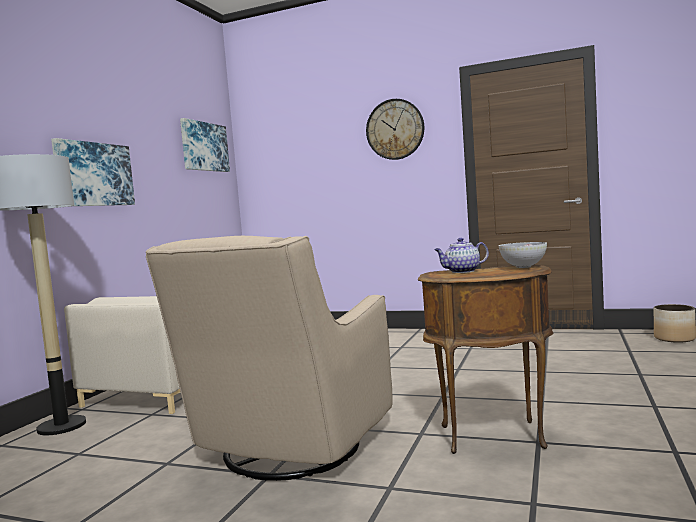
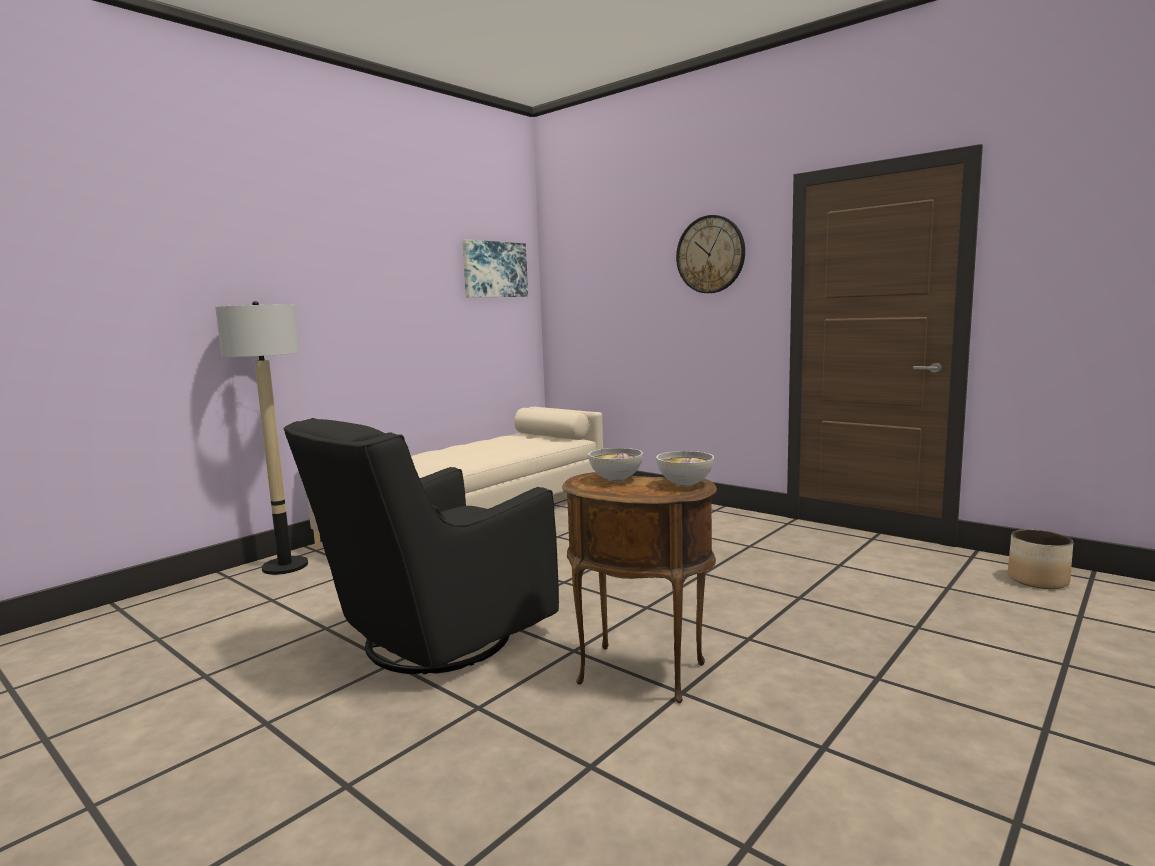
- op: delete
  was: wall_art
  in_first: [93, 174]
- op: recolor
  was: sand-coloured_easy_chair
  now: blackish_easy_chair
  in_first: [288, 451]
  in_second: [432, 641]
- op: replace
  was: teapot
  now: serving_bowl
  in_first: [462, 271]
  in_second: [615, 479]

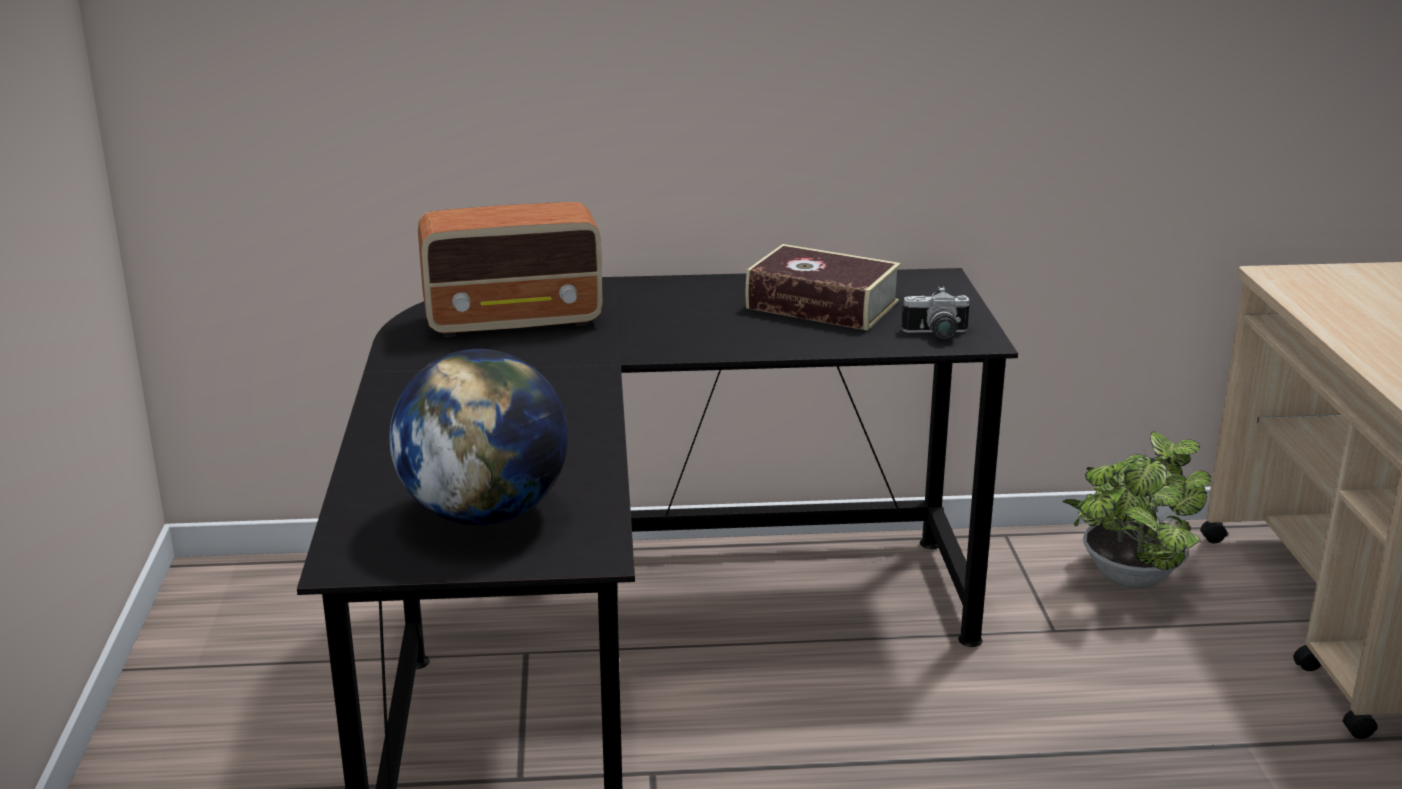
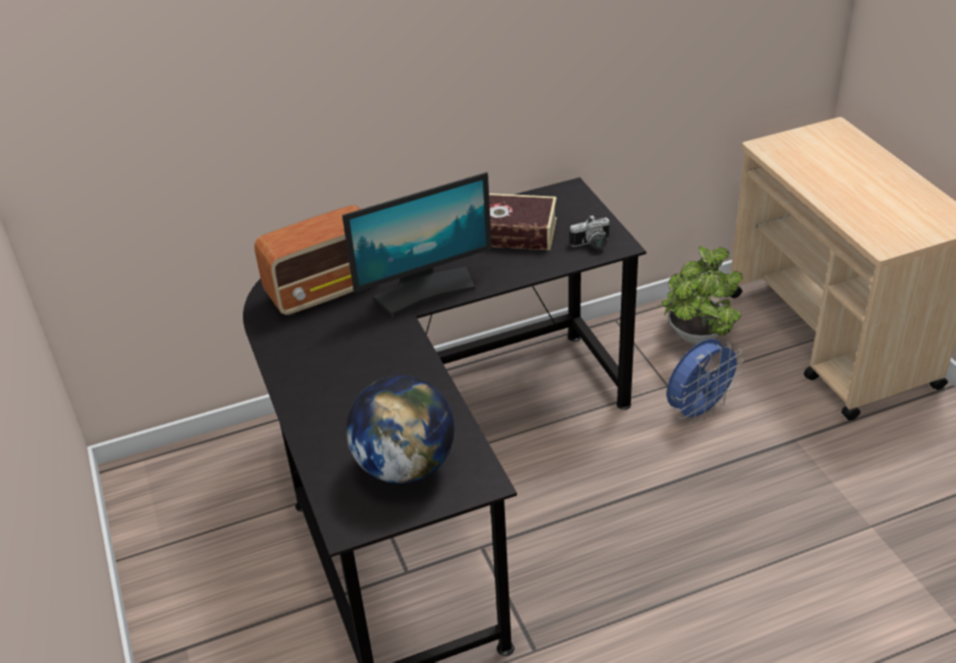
- op: insert
  now: monitor
  in_second: [425, 291]
- op: insert
  now: blue_electric_fan
  in_second: [698, 411]

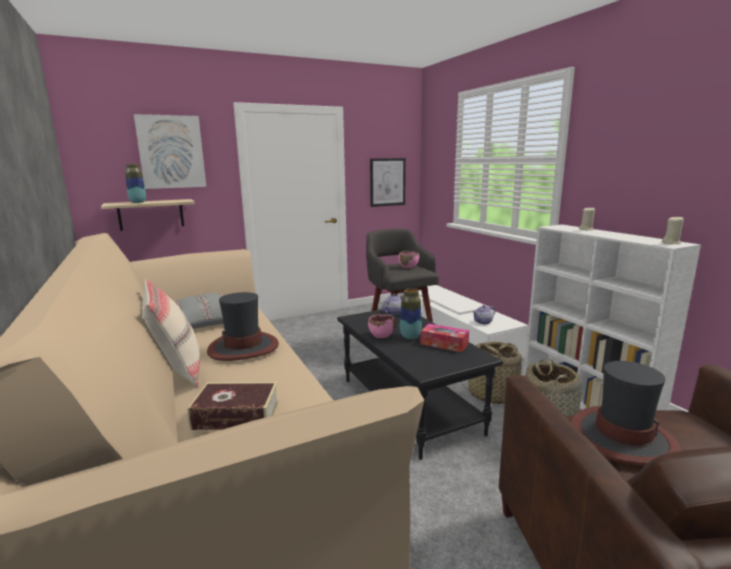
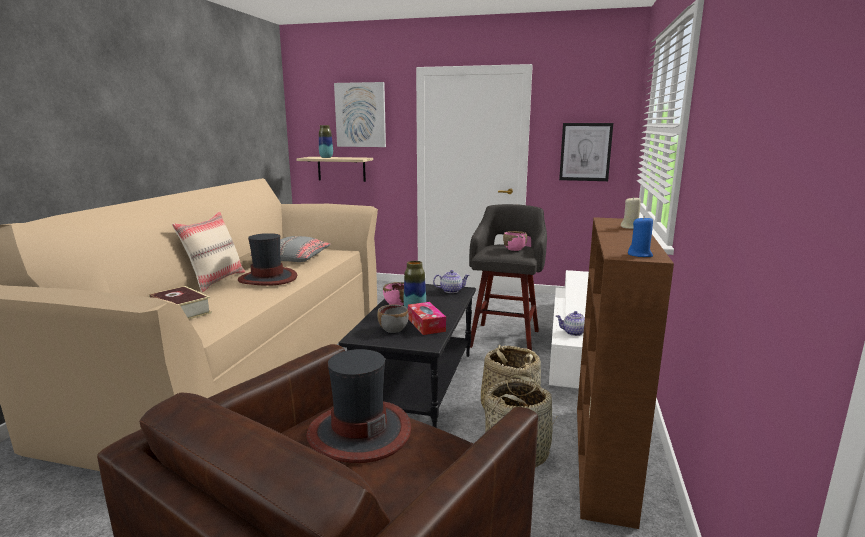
- op: recolor
  was: white-coloured_bookshelf
  now: brownish_bookshelf
  in_first: [587, 401]
  in_second: [603, 460]
- op: recolor
  was: sand-coloured_wax_candle
  now: blue_wax_candle
  in_first: [671, 243]
  in_second: [640, 255]
- op: insert
  now: greyish_serving_bowl
  in_second: [393, 329]

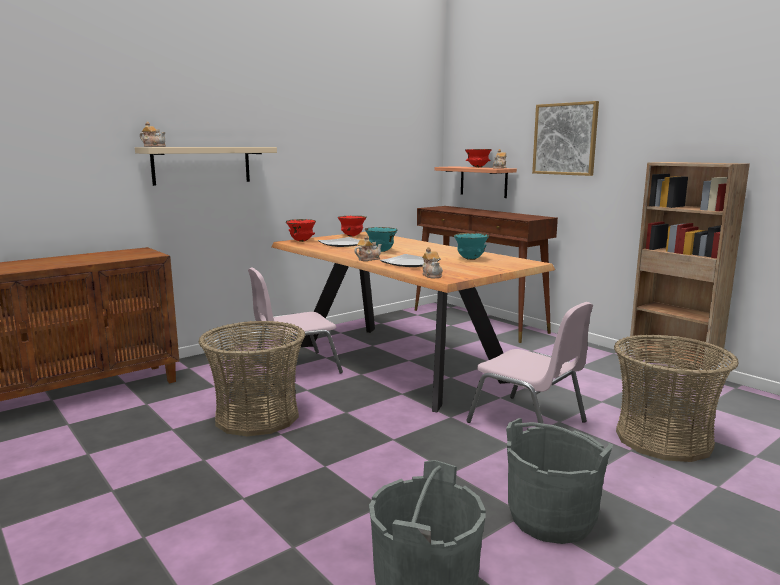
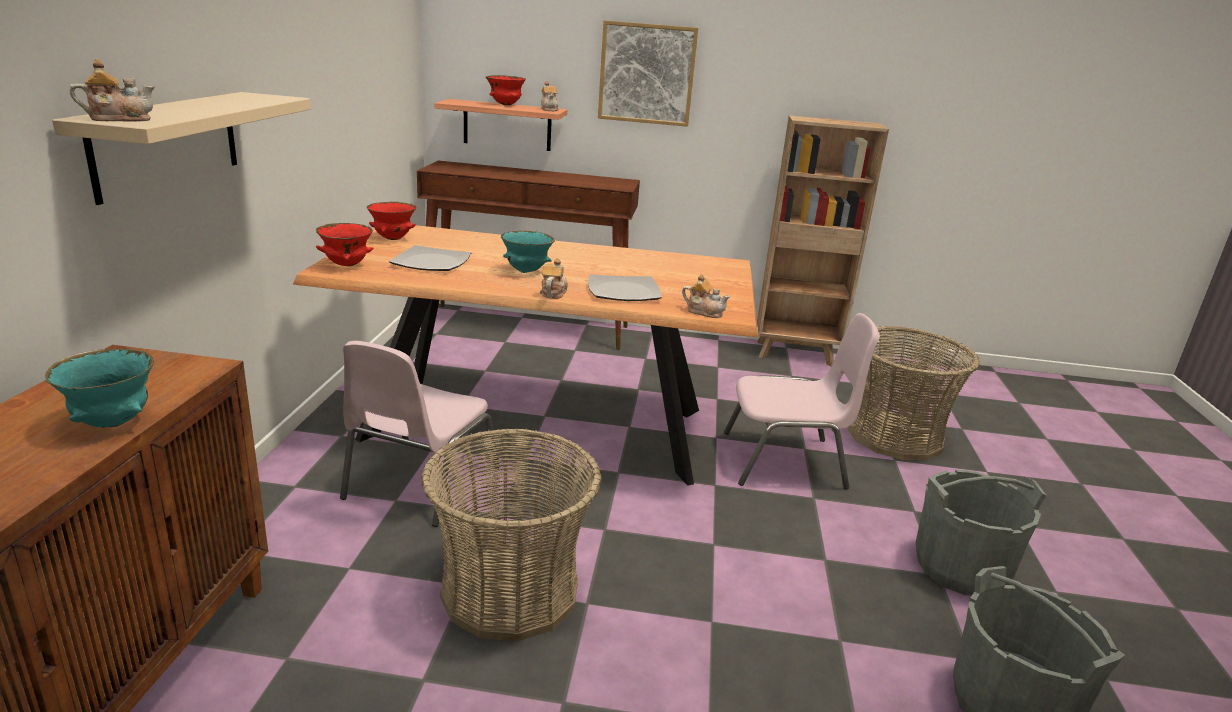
- op: move
  was: turquoise_serving_bowl
  in_first: [470, 259]
  in_second: [113, 422]

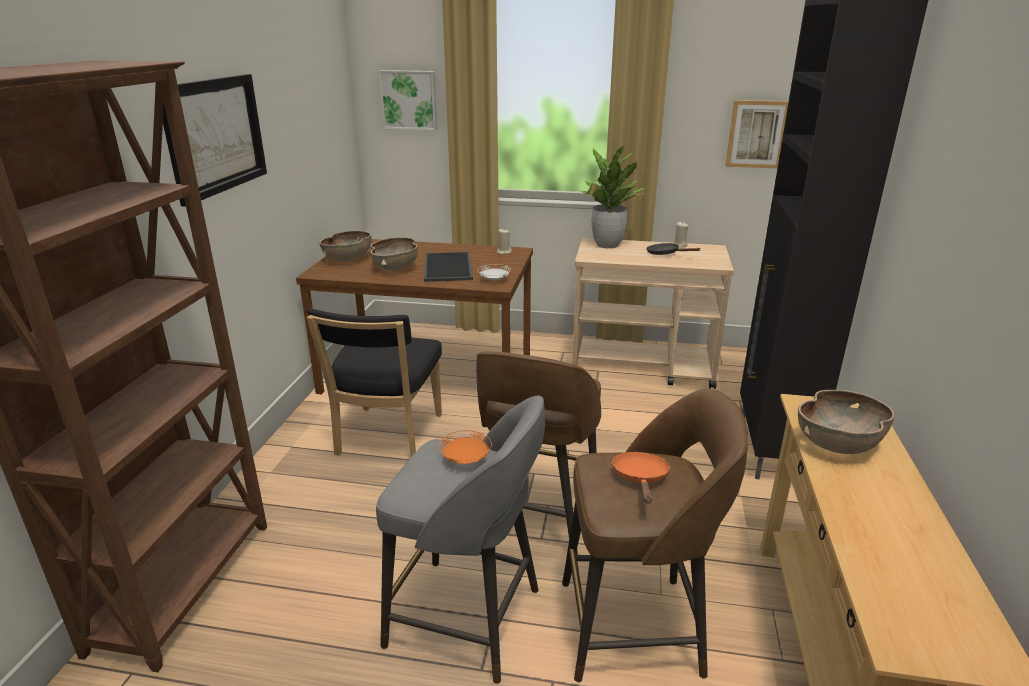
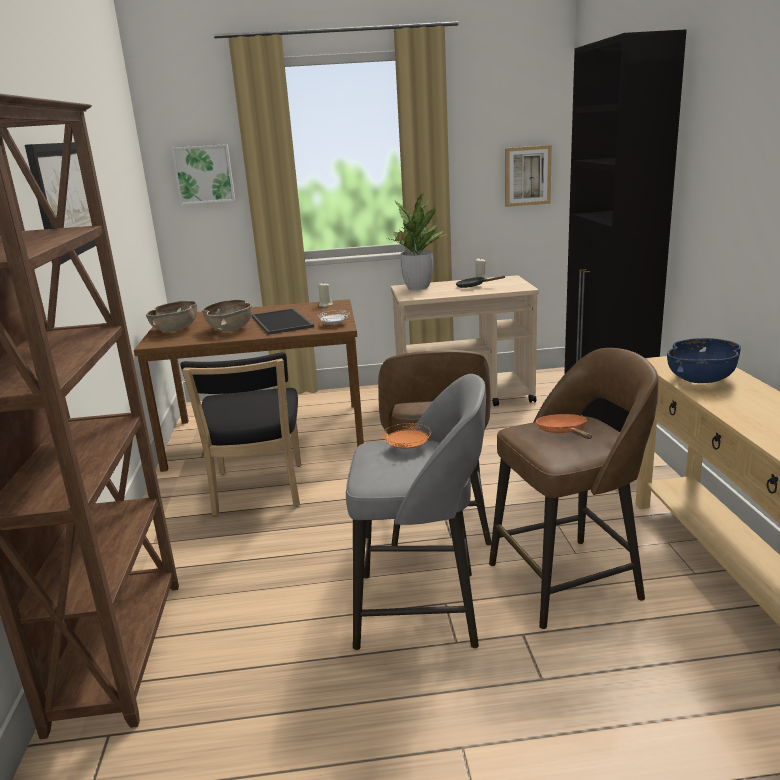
- op: recolor
  was: brownish_serving_bowl
  now: blue_serving_bowl
  in_first: [838, 444]
  in_second: [701, 379]

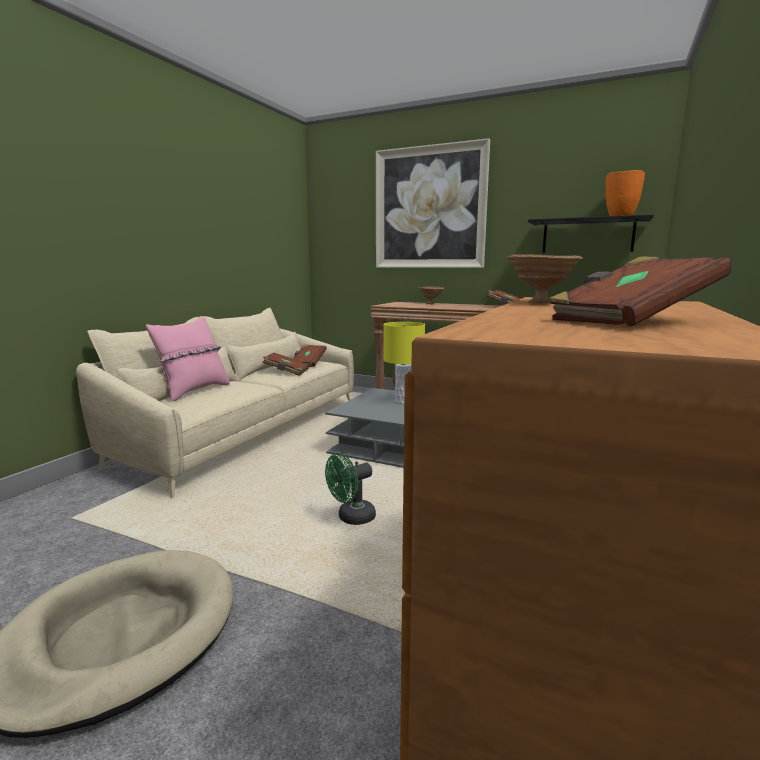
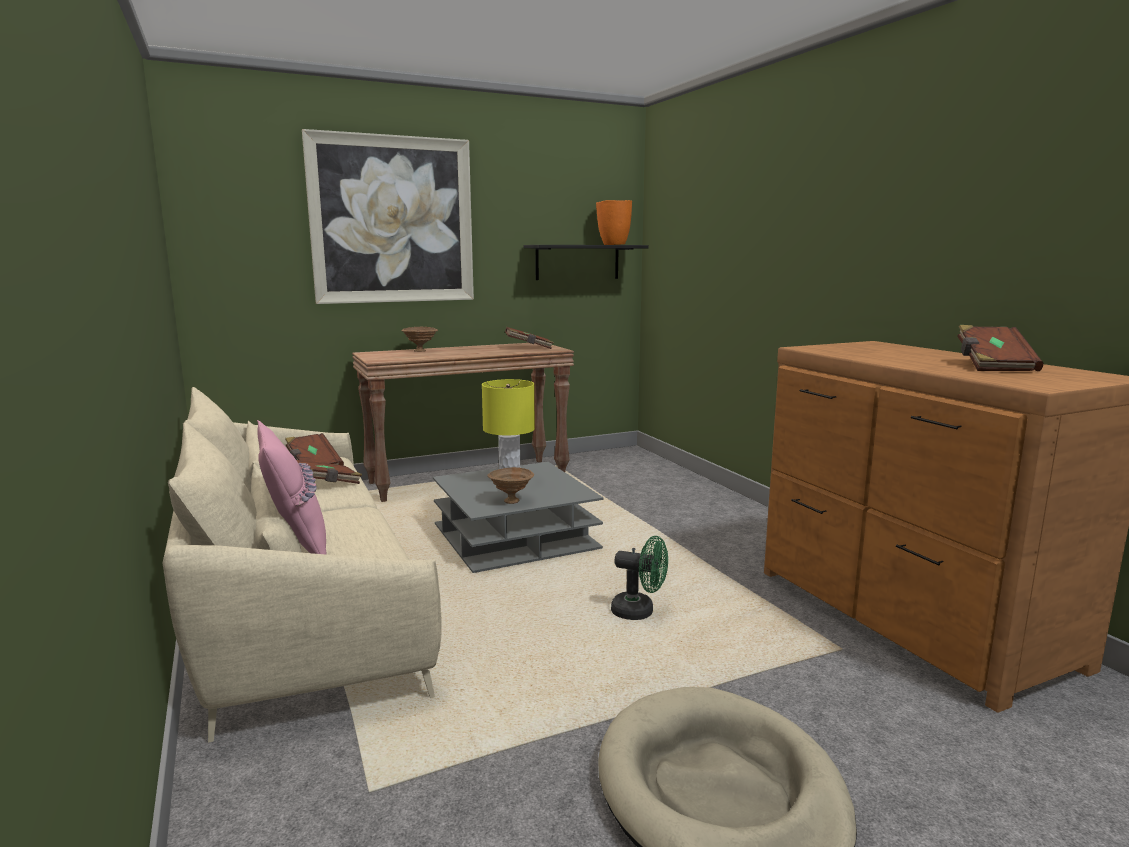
- op: rotate
  was: green_electric_fan
  in_first: [351, 518]
  in_second: [639, 612]
  clockwise: -75
- op: move
  was: brownish_serving_bowl
  in_first: [539, 302]
  in_second: [510, 501]

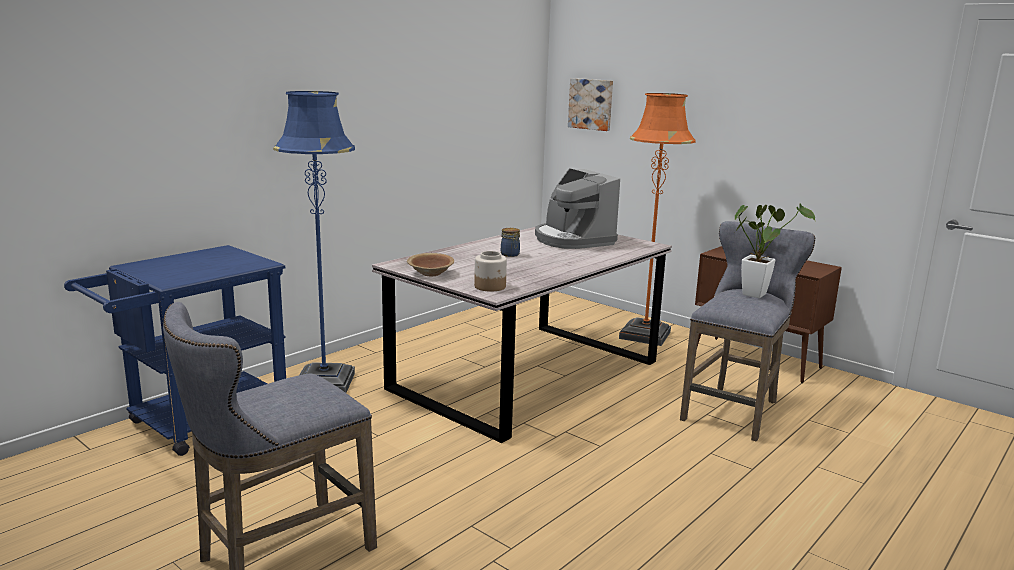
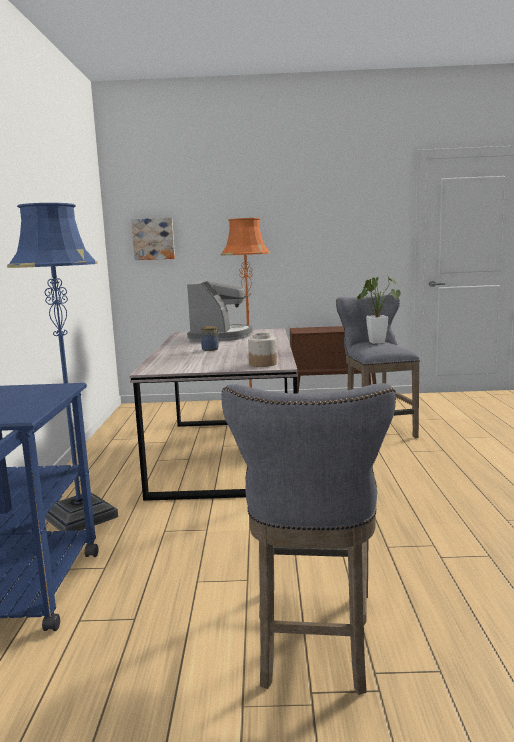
- op: delete
  was: brownish_serving_bowl
  in_first: [430, 273]
- op: rotate
  was: coffee_brewer
  in_first: [572, 240]
  in_second: [220, 336]
  clockwise: -105

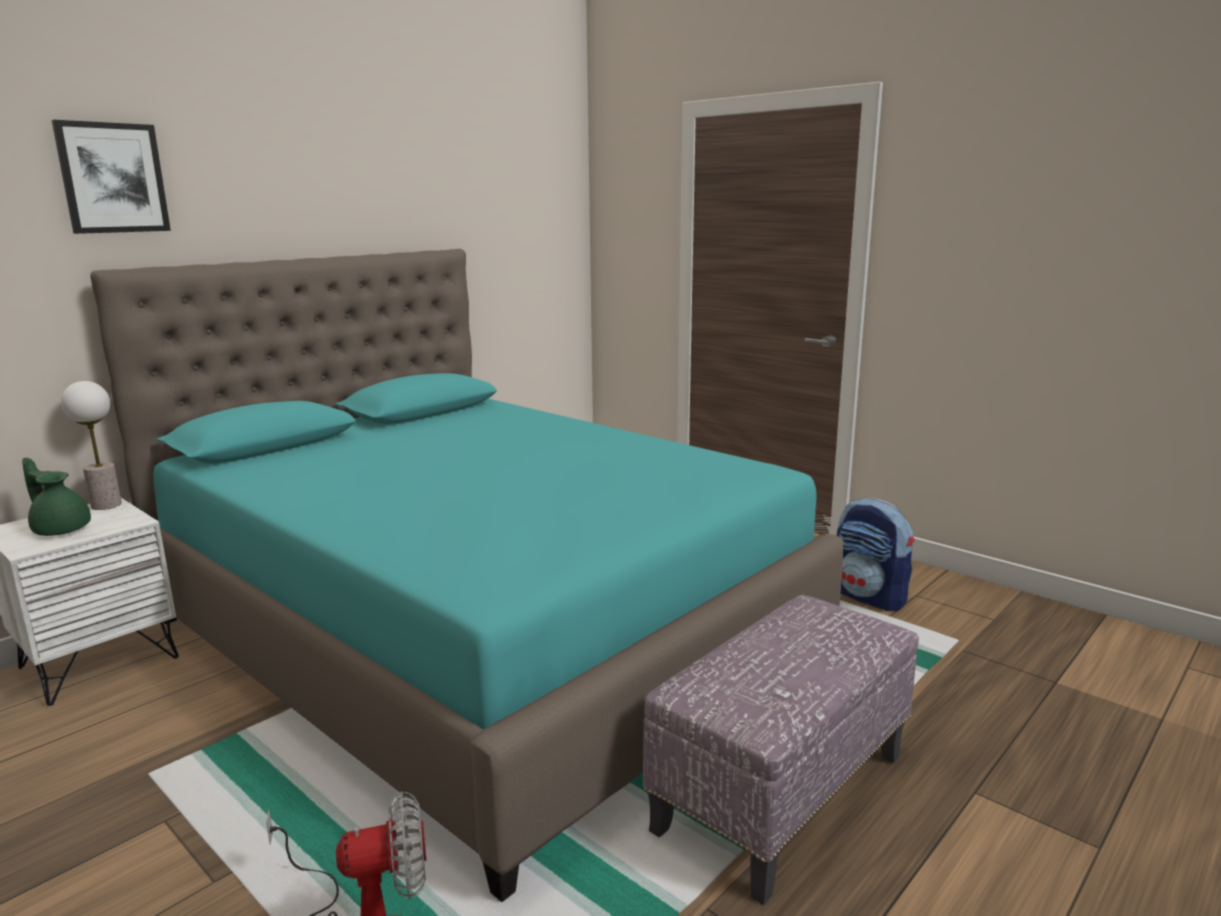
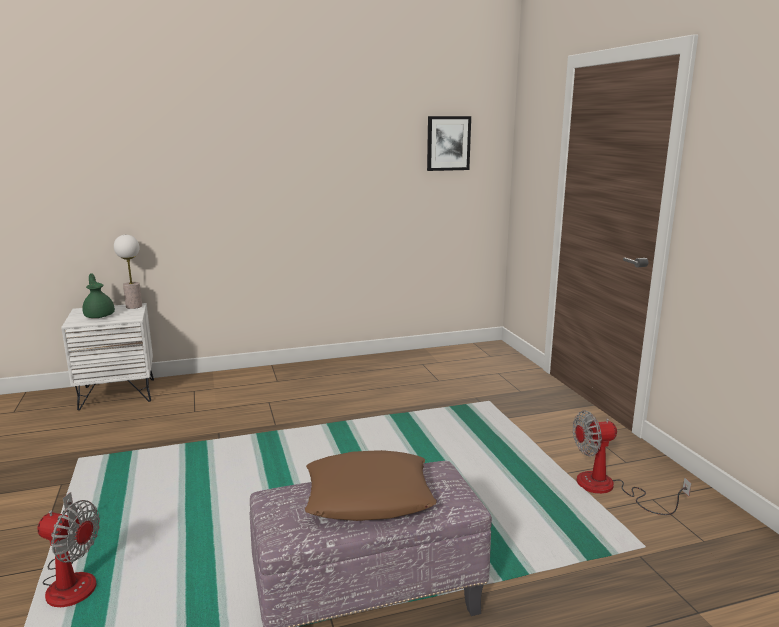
- op: move
  was: wall_art
  in_first: [112, 178]
  in_second: [448, 143]
- op: delete
  was: turquoise_sleeping_bed
  in_first: [481, 634]
- op: replace
  was: backpack
  now: electric_fan
  in_first: [870, 597]
  in_second: [608, 488]
- op: insert
  now: brownish_pillow
  in_second: [369, 496]

